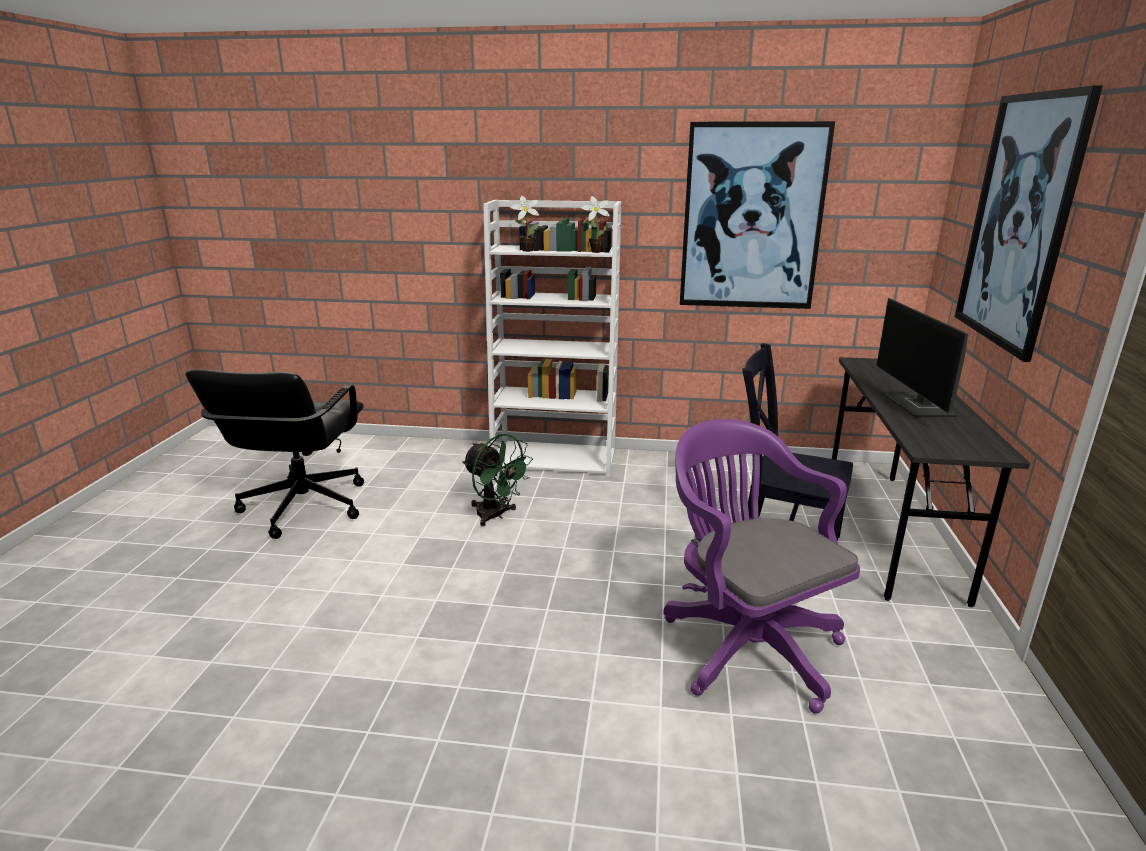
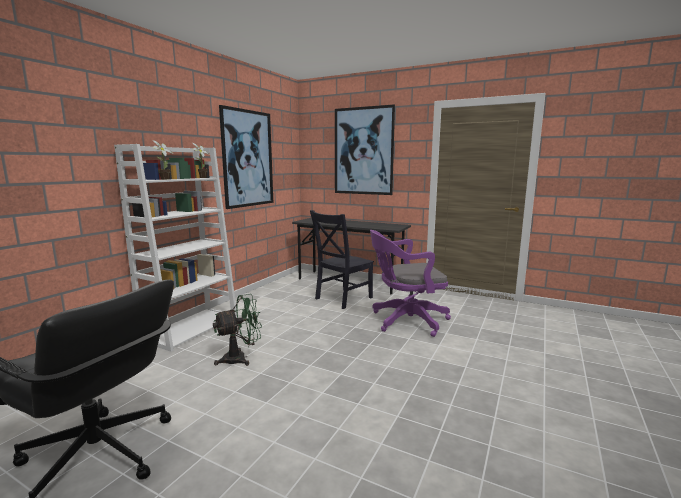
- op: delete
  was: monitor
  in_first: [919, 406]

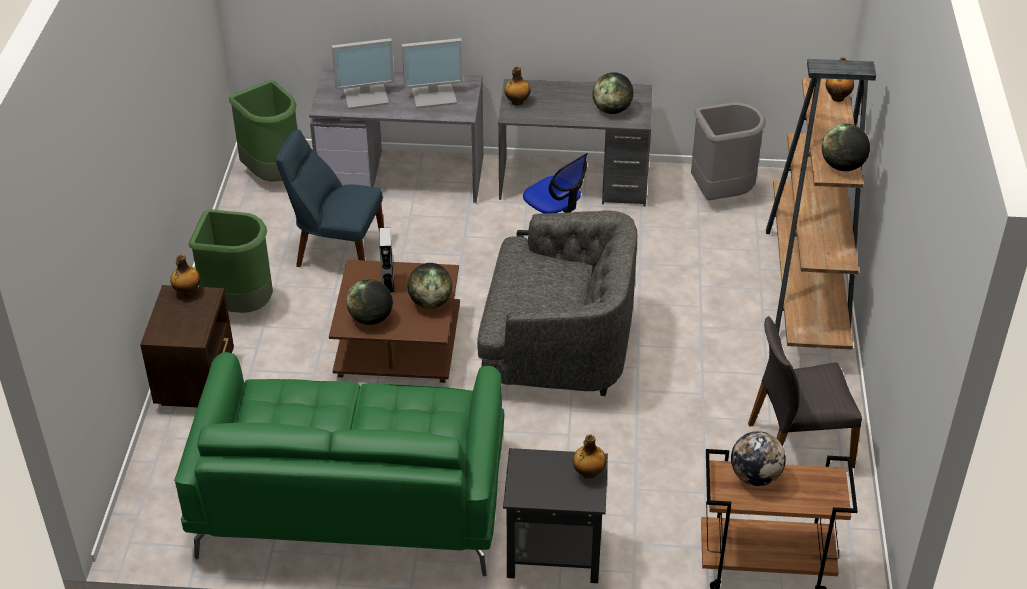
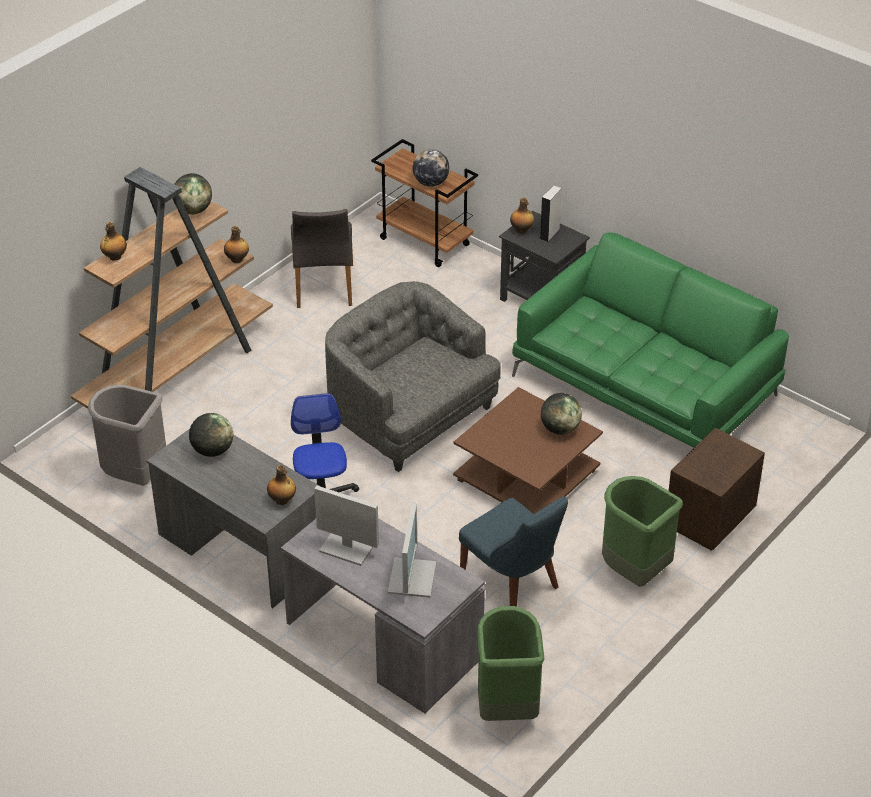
- op: move
  was: beverage_bottle
  in_first: [187, 291]
  in_second: [237, 260]
- op: rotate
  was: monitor
  in_first: [366, 96]
  in_second: [411, 577]
  clockwise: 75
- op: move
  was: greyish_loudspeaker
  in_first: [388, 283]
  in_second: [549, 234]
- op: delete
  was: desk_globe
  in_first: [430, 302]
- op: rotate
  was: greyish_upright_chair
  in_first: [798, 444]
  in_second: [323, 286]
  clockwise: 60

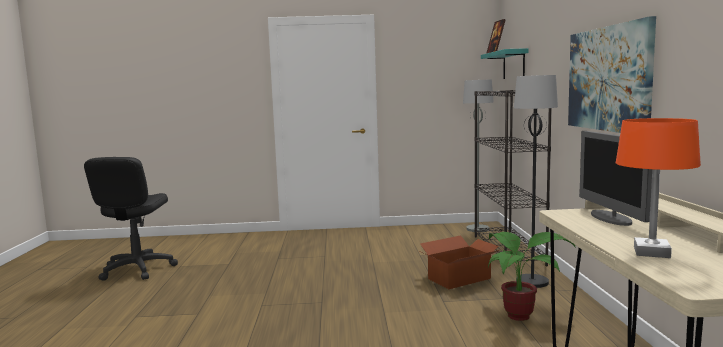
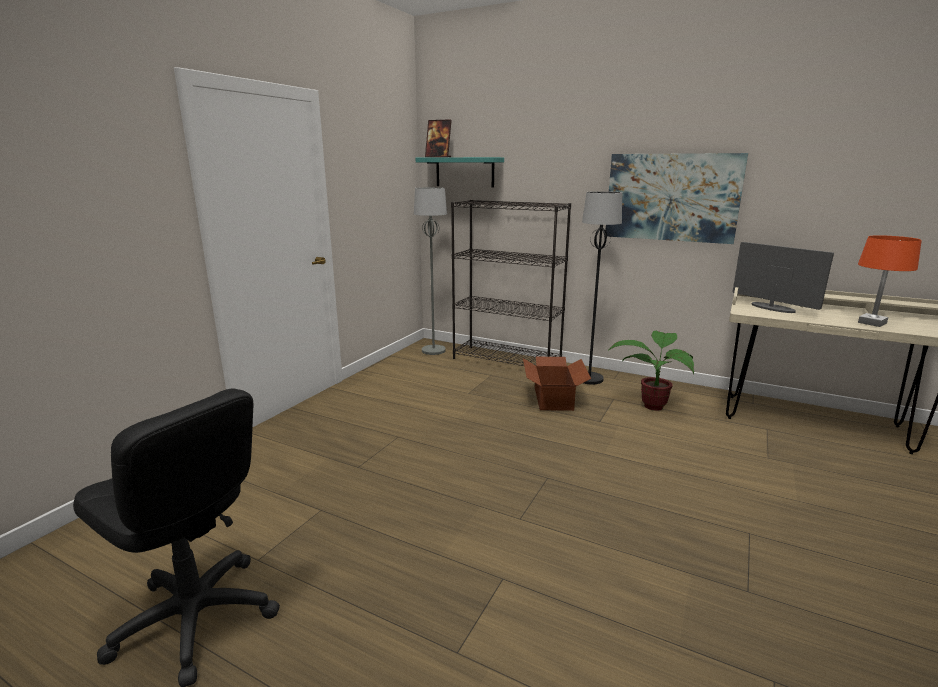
- op: rotate
  was: monitor
  in_first: [611, 218]
  in_second: [772, 308]
  clockwise: -150

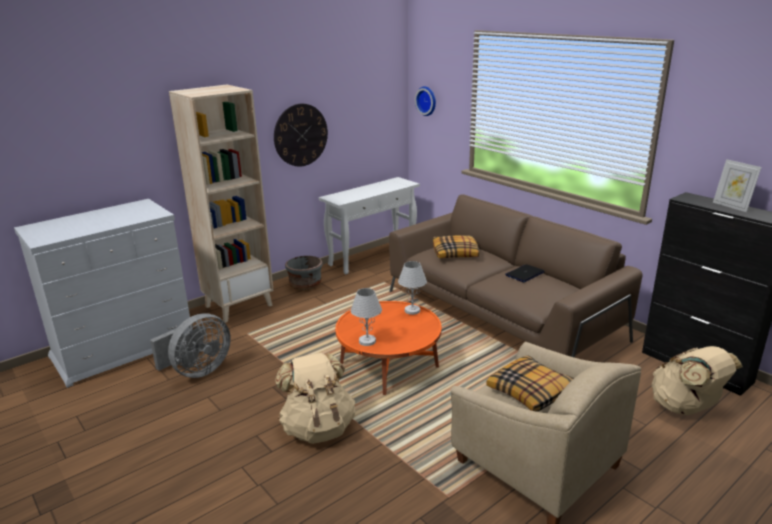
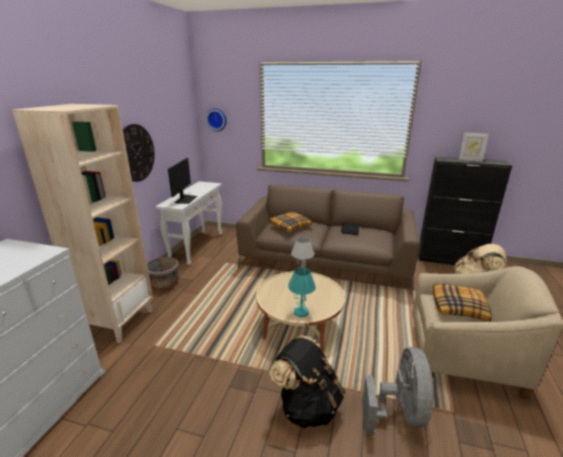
- op: move
  was: greyish_electric_fan
  in_first: [197, 371]
  in_second: [399, 412]
- op: recolor
  was: sand-coloured_backpack
  now: blackish_backpack
  in_first: [318, 428]
  in_second: [307, 405]
- op: recolor
  was: orangey_low_table
  now: sand-coloured_low_table
  in_first: [389, 365]
  in_second: [299, 325]
- op: recolor
  was: white-coloured_lamp_for_a_table
  now: turquoise_lamp_for_a_table
  in_first: [367, 341]
  in_second: [301, 312]
- op: insert
  now: monitor
  in_second: [186, 199]

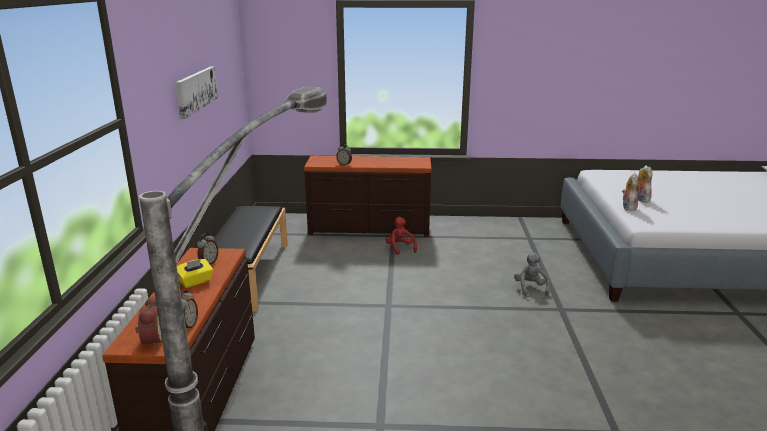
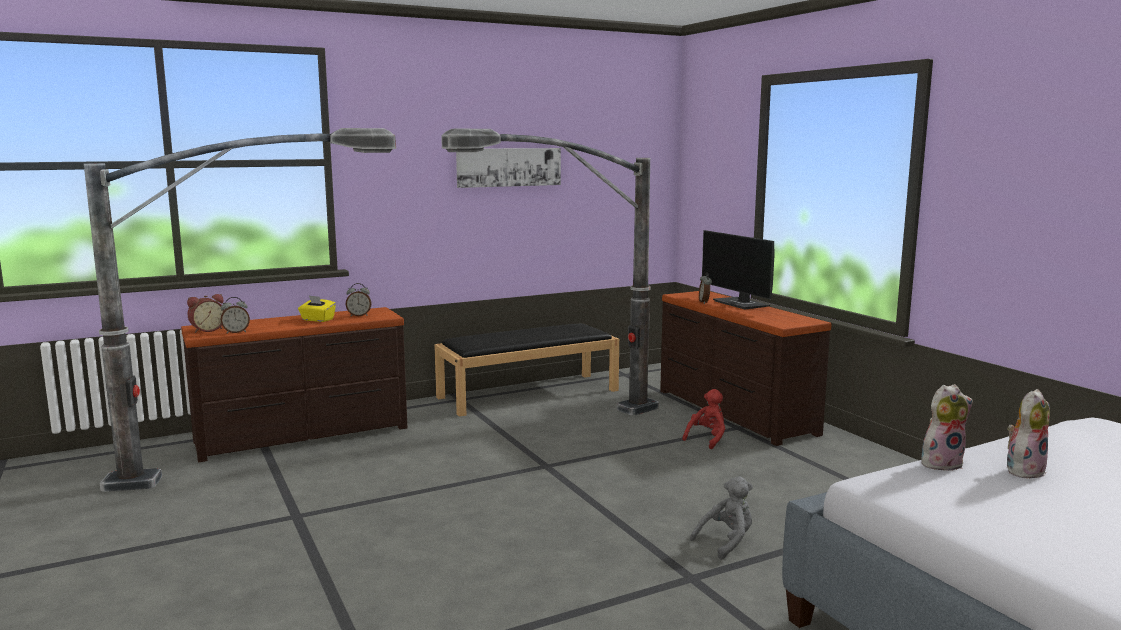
- op: insert
  now: standard_lamp
  in_second: [562, 429]
- op: insert
  now: monitor
  in_second: [741, 304]

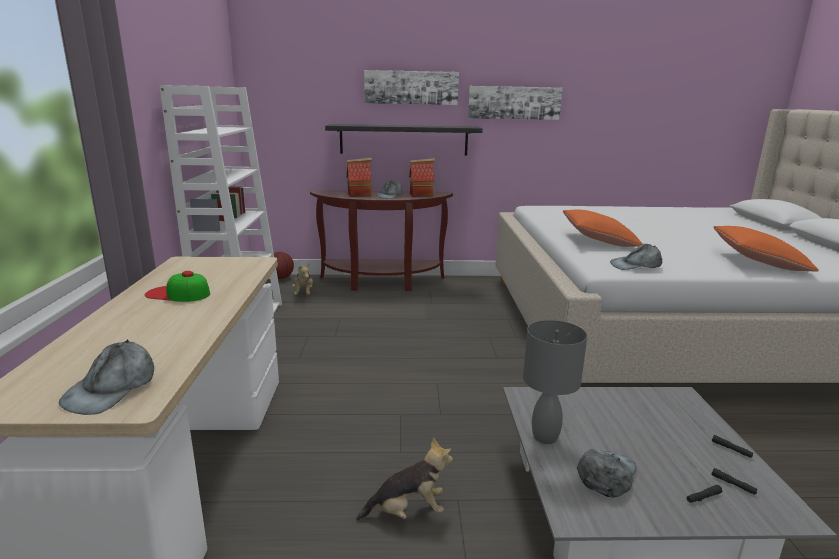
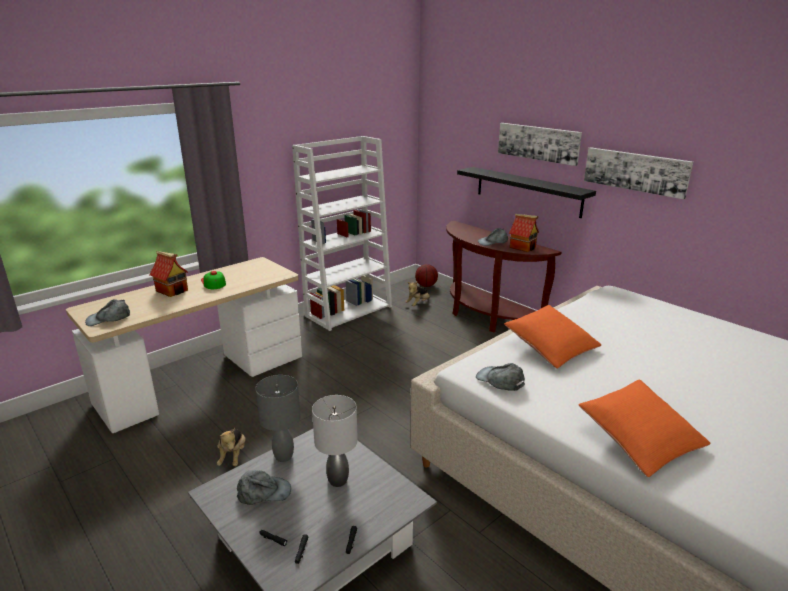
- op: move
  was: toy_house
  in_first: [359, 194]
  in_second: [172, 290]
- op: rotate
  was: cuddly_toy
  in_first: [408, 511]
  in_second: [233, 456]
  clockwise: 45
- op: insert
  now: greyish_lamp_for_a_table
  in_second: [337, 481]

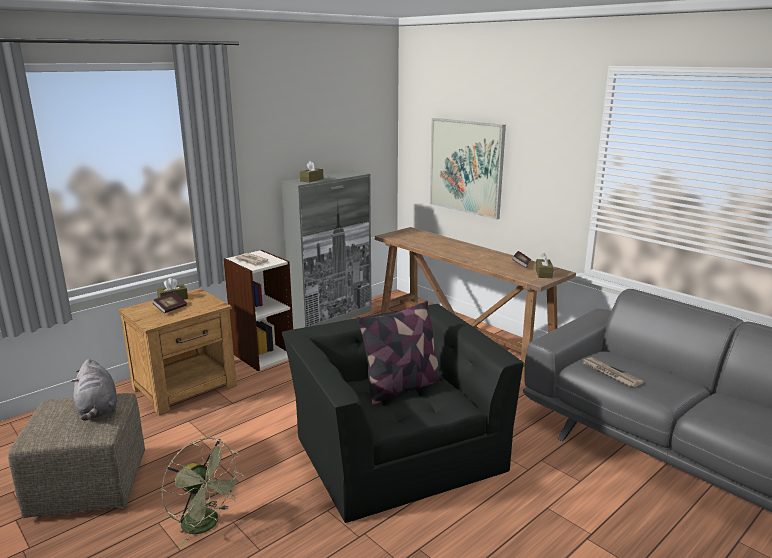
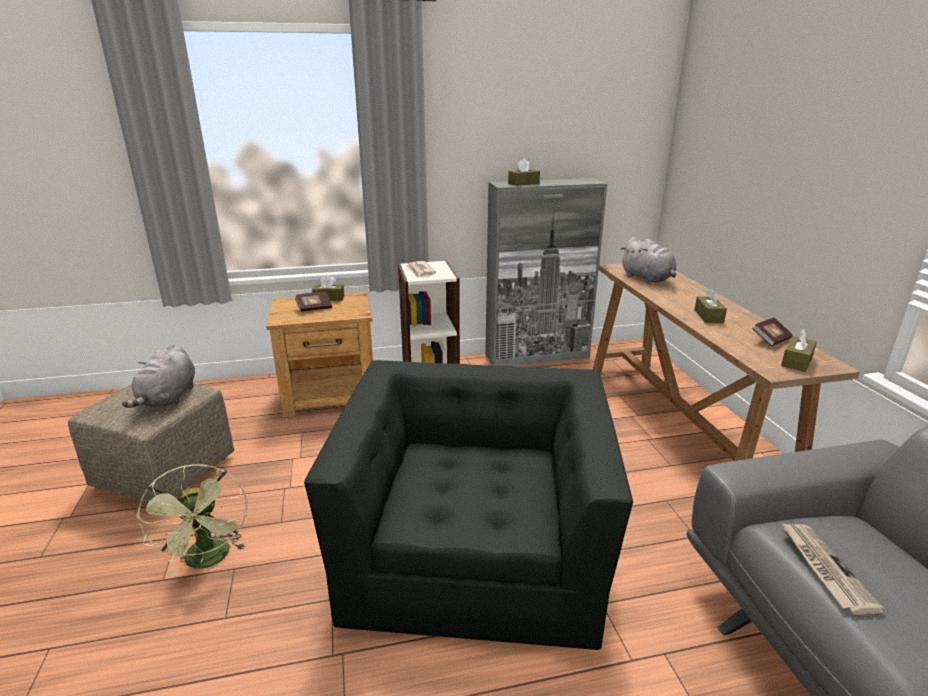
- op: delete
  was: pillow
  in_first: [402, 387]
- op: delete
  was: wall_art
  in_first: [466, 167]
- op: insert
  now: greyish_cuddly_toy
  in_second: [648, 278]
- op: insert
  now: brownish_tissue_box
  in_second: [708, 316]

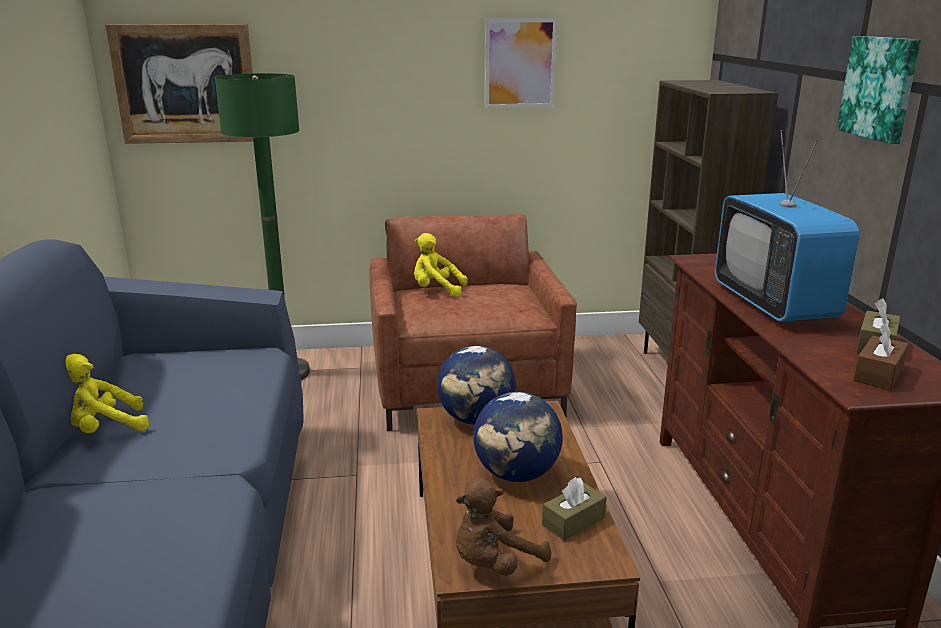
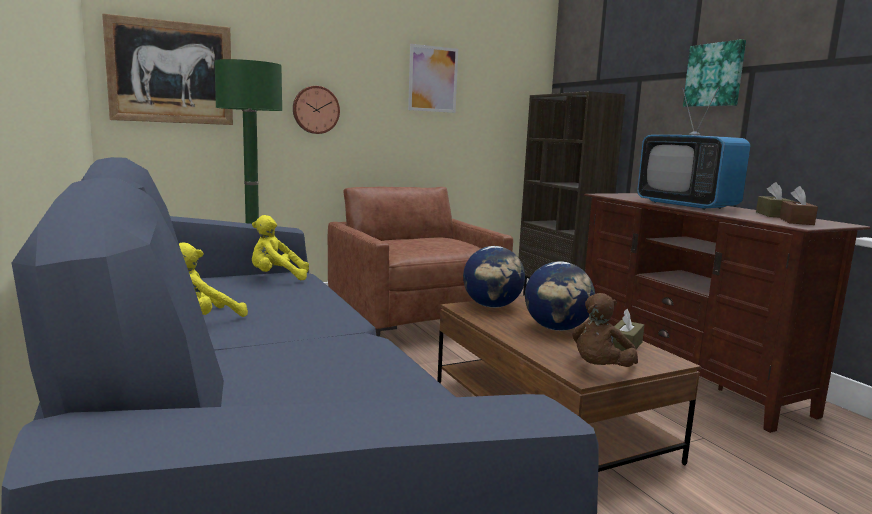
- op: move
  was: yellow-coloured_cuddly_toy
  in_first: [436, 290]
  in_second: [277, 277]
- op: insert
  now: clock_on_the_wall
  in_second: [315, 110]

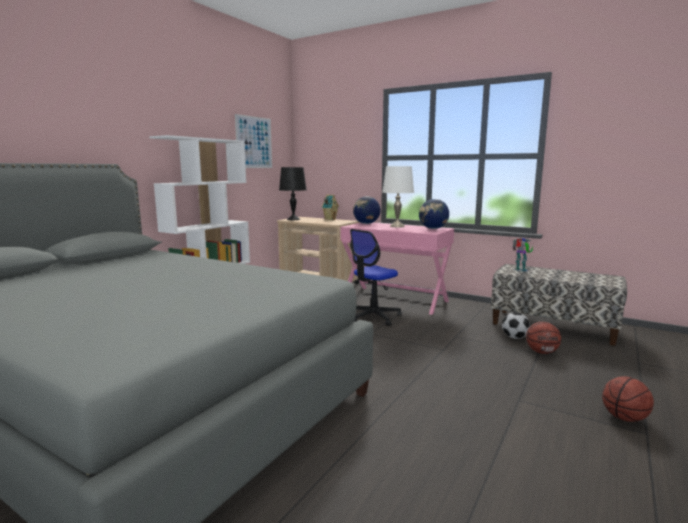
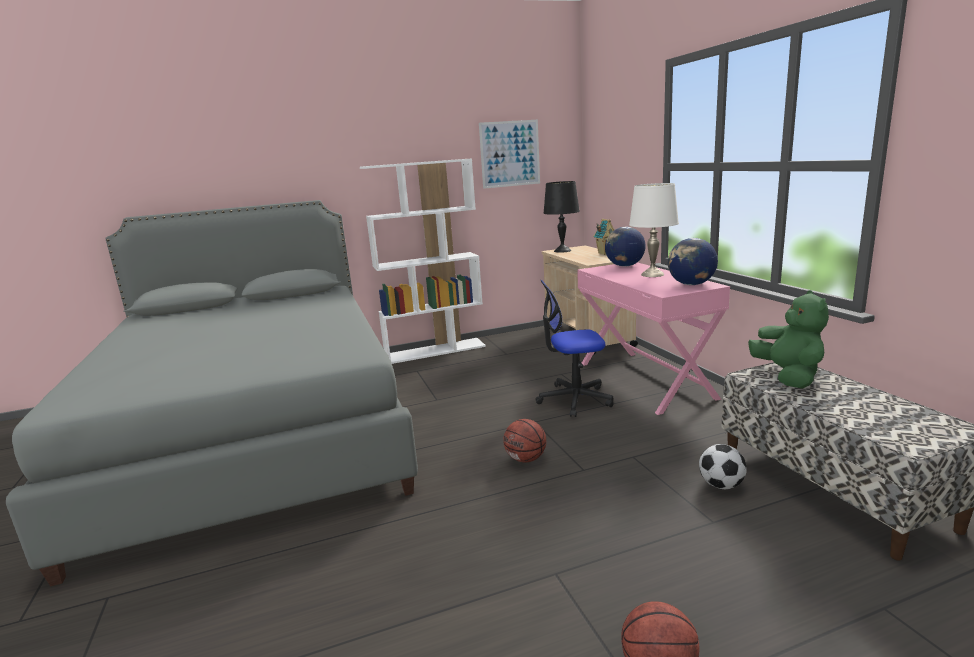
- op: replace
  was: robot_figure
  now: green_cuddly_toy
  in_first: [520, 270]
  in_second: [788, 376]
- op: move
  was: basketball_ball
  in_first: [542, 352]
  in_second: [526, 459]

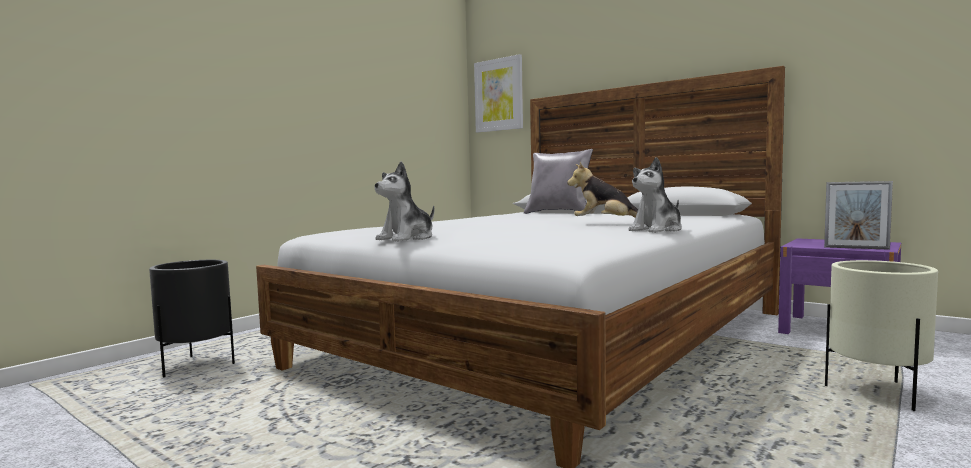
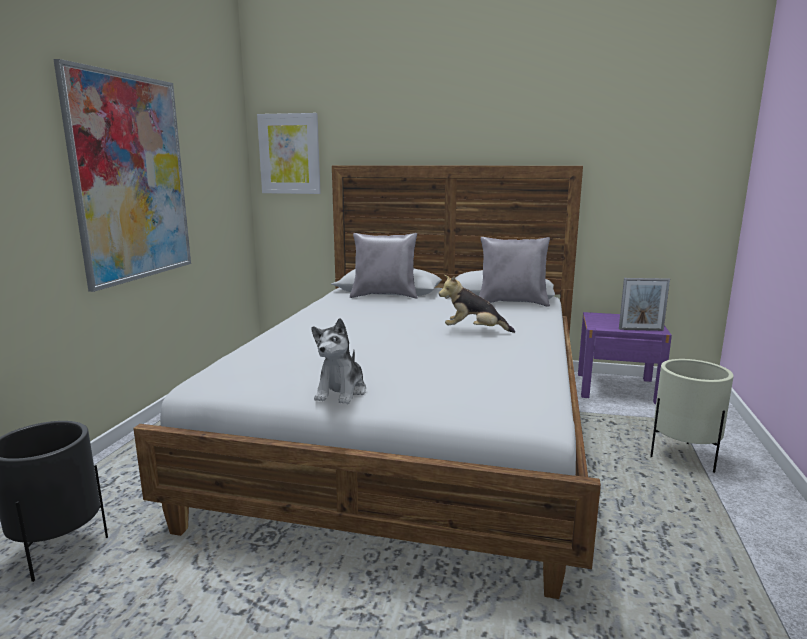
- op: delete
  was: cuddly_toy
  in_first: [657, 230]
- op: insert
  now: wall_art
  in_second: [131, 179]
- op: insert
  now: greyish_pillow
  in_second: [512, 303]

